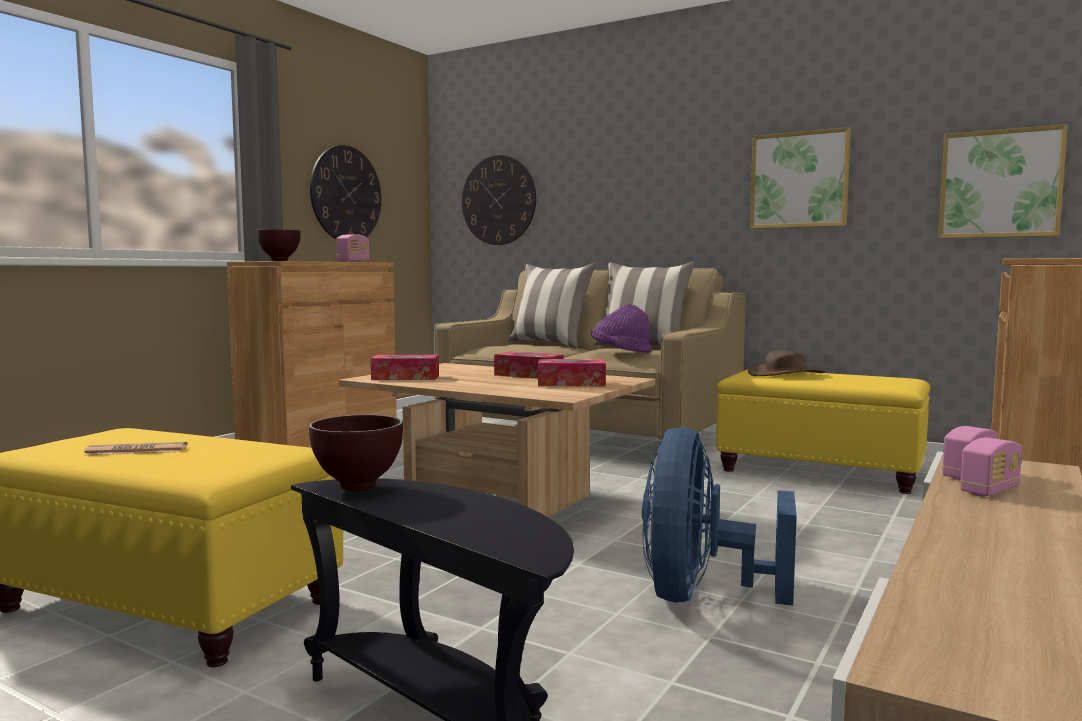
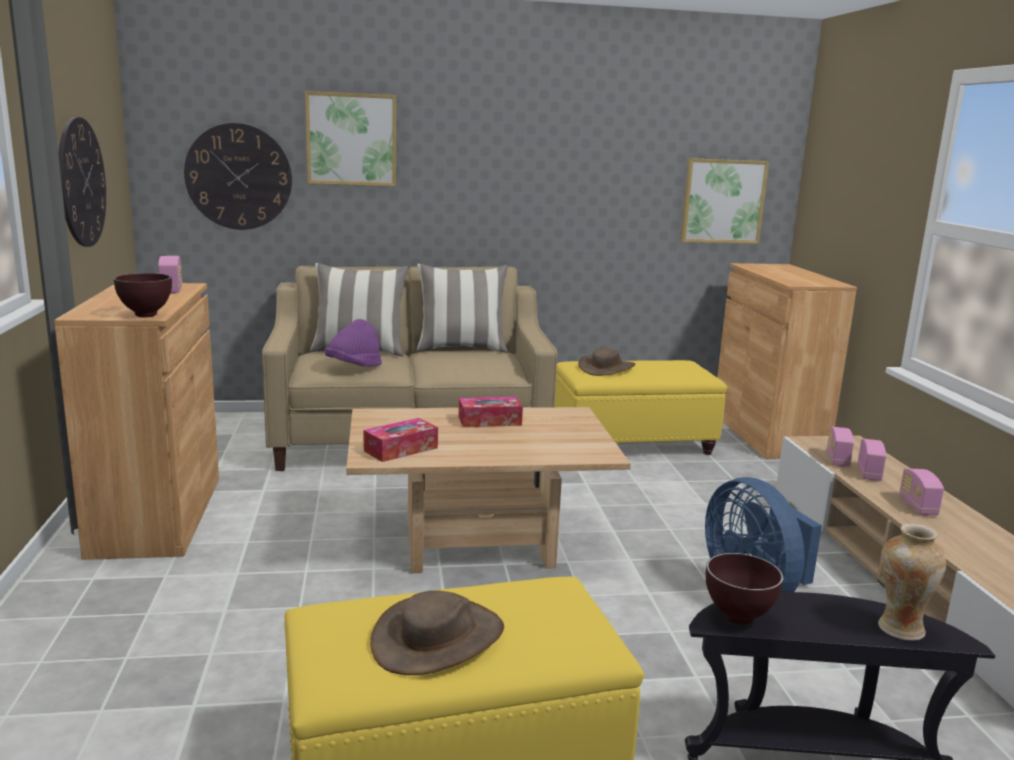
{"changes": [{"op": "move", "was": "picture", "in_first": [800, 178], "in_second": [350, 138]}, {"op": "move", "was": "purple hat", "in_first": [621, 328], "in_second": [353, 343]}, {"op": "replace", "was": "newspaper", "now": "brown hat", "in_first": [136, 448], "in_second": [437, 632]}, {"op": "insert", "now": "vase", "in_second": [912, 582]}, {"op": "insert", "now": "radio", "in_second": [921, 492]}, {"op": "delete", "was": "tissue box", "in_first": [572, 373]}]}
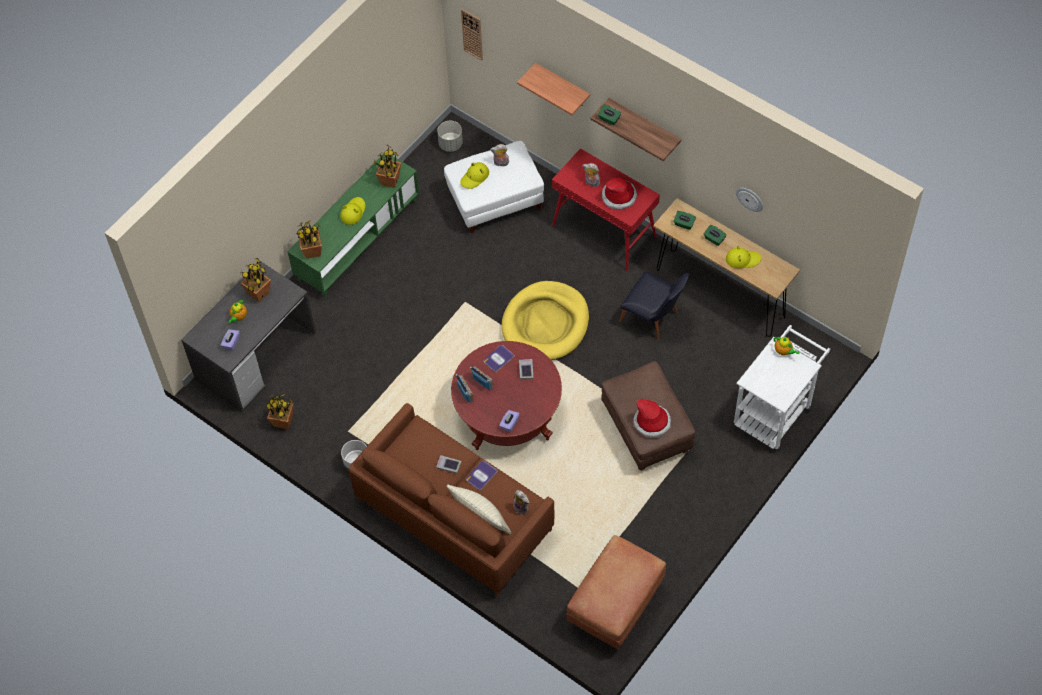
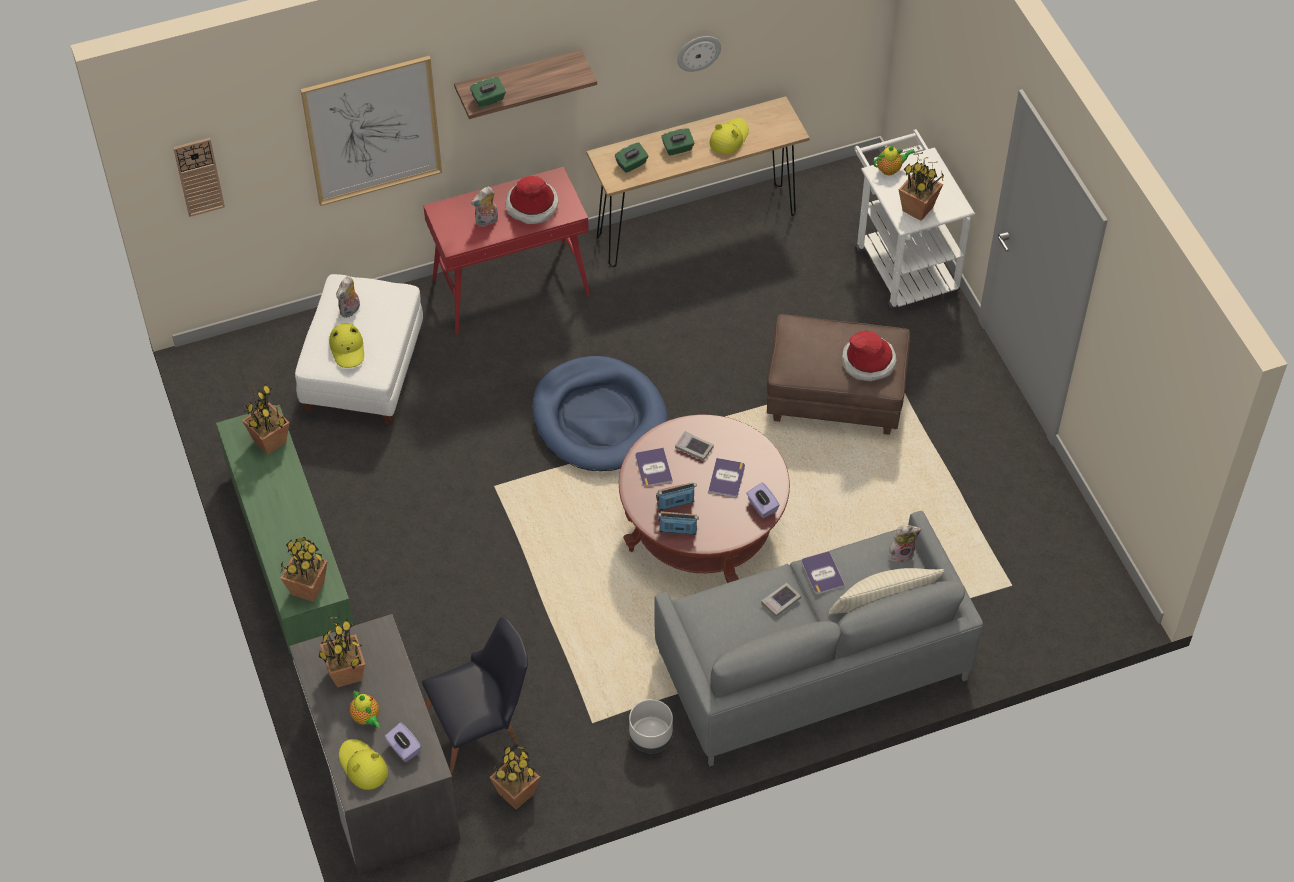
{"changes": [{"op": "replace", "was": "shelf", "now": "picture", "in_first": [553, 89], "in_second": [371, 131]}, {"op": "move", "was": "yellow hat", "in_first": [352, 211], "in_second": [363, 764]}, {"op": "move", "was": "black chair", "in_first": [654, 306], "in_second": [475, 695]}, {"op": "recolor", "was": "yellow dog bed", "now": "blue dog bed", "in_first": [545, 320], "in_second": [600, 413]}, {"op": "recolor", "was": "brown sofa", "now": "grey sofa", "in_first": [451, 500], "in_second": [818, 638]}, {"op": "insert", "now": "book", "in_second": [726, 477]}, {"op": "insert", "now": "potted plant", "in_second": [921, 186]}, {"op": "delete", "was": "grey planter", "in_first": [450, 136]}, {"op": "delete", "was": "brown ottoman", "in_first": [616, 592]}]}
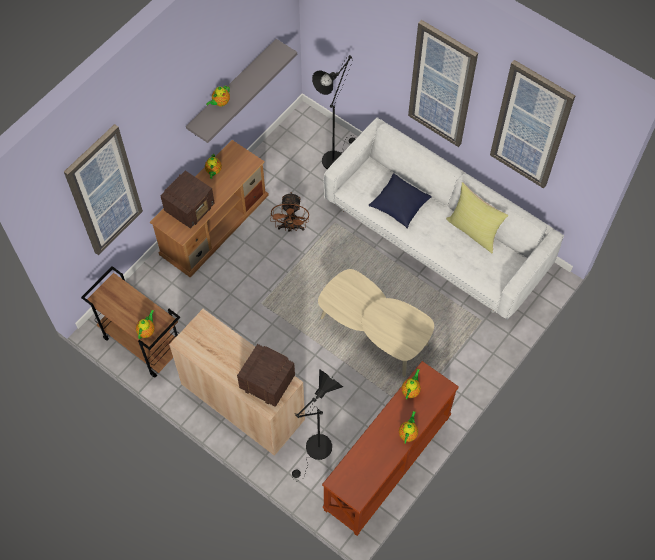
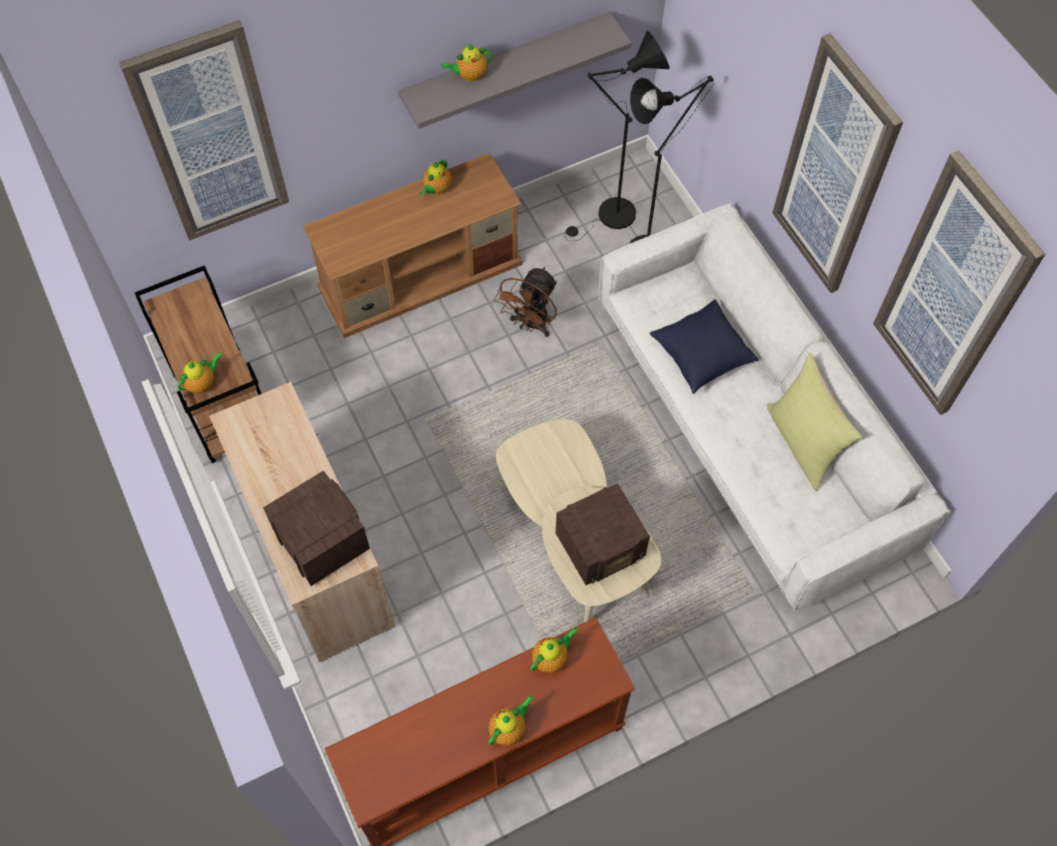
{"changes": [{"op": "move", "was": "radio", "in_first": [188, 199], "in_second": [603, 534]}, {"op": "move", "was": "black floor lamp", "in_first": [317, 425], "in_second": [617, 135]}]}
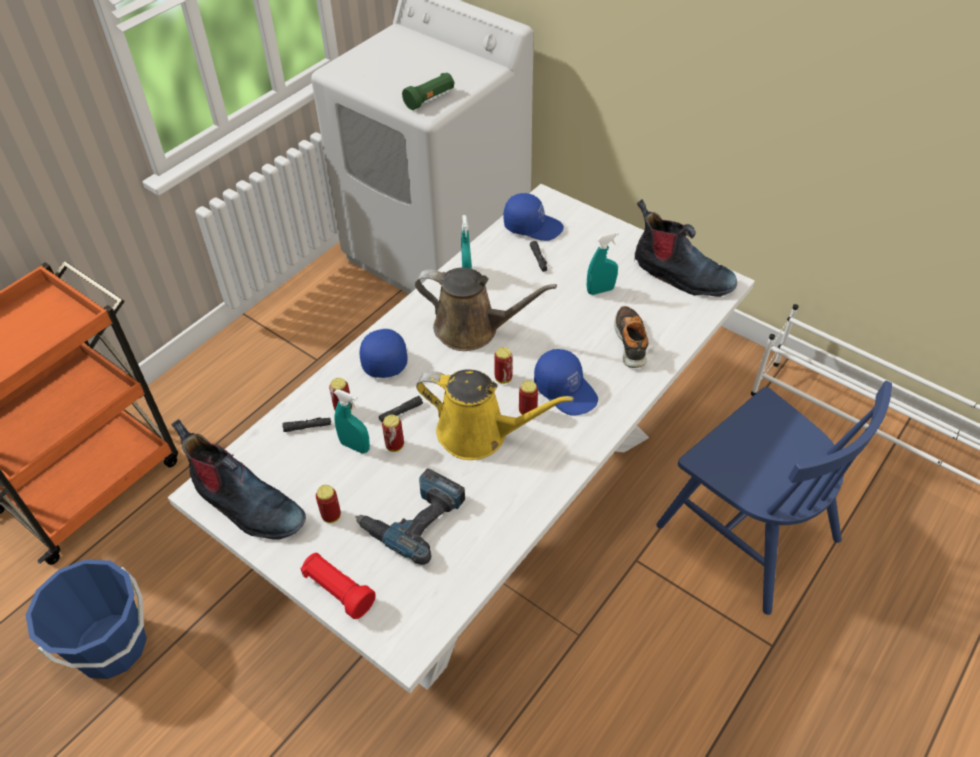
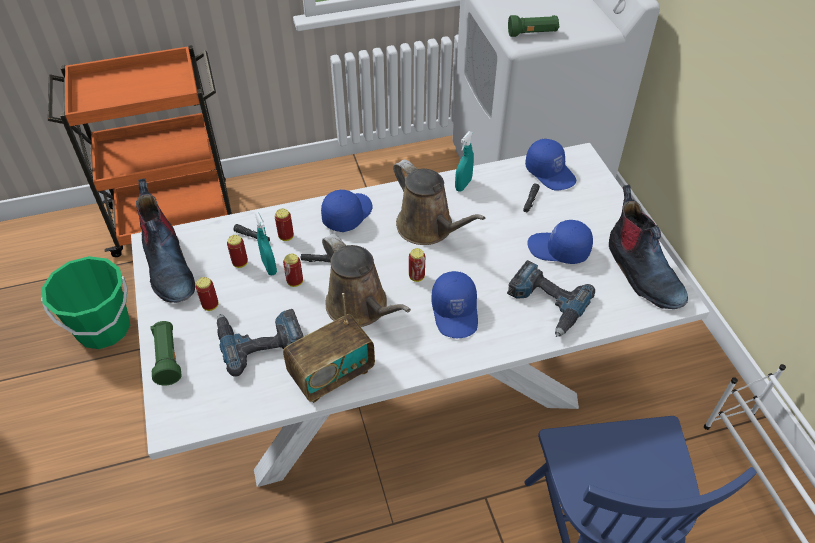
{"changes": [{"op": "recolor", "was": "blue bucket", "now": "green bucket", "in_first": [86, 619], "in_second": [85, 302]}, {"op": "recolor", "was": "red flashlight", "now": "green flashlight", "in_first": [338, 586], "in_second": [165, 353]}, {"op": "move", "was": "can", "in_first": [528, 397], "in_second": [237, 251]}, {"op": "insert", "now": "radio", "in_second": [329, 348]}, {"op": "recolor", "was": "yellow watering can", "now": "brown watering can", "in_first": [494, 414], "in_second": [366, 280]}, {"op": "replace", "was": "shoe", "now": "power drill", "in_first": [631, 337], "in_second": [551, 298]}, {"op": "replace", "was": "turquoise spray bottle", "now": "blue cap", "in_first": [603, 263], "in_second": [560, 242]}]}
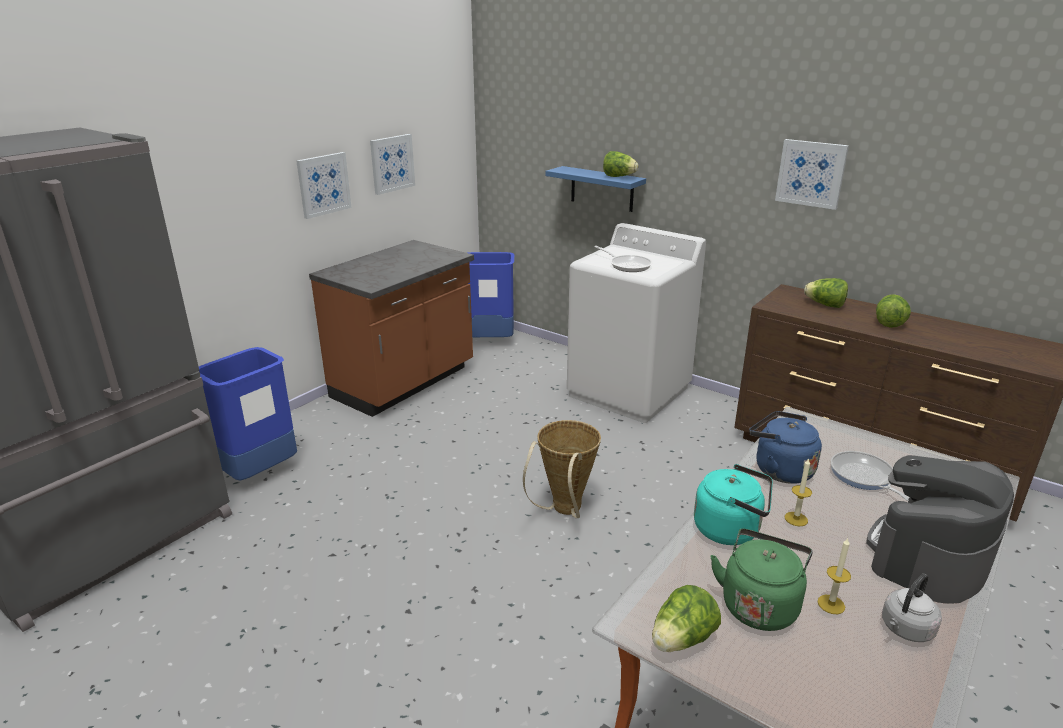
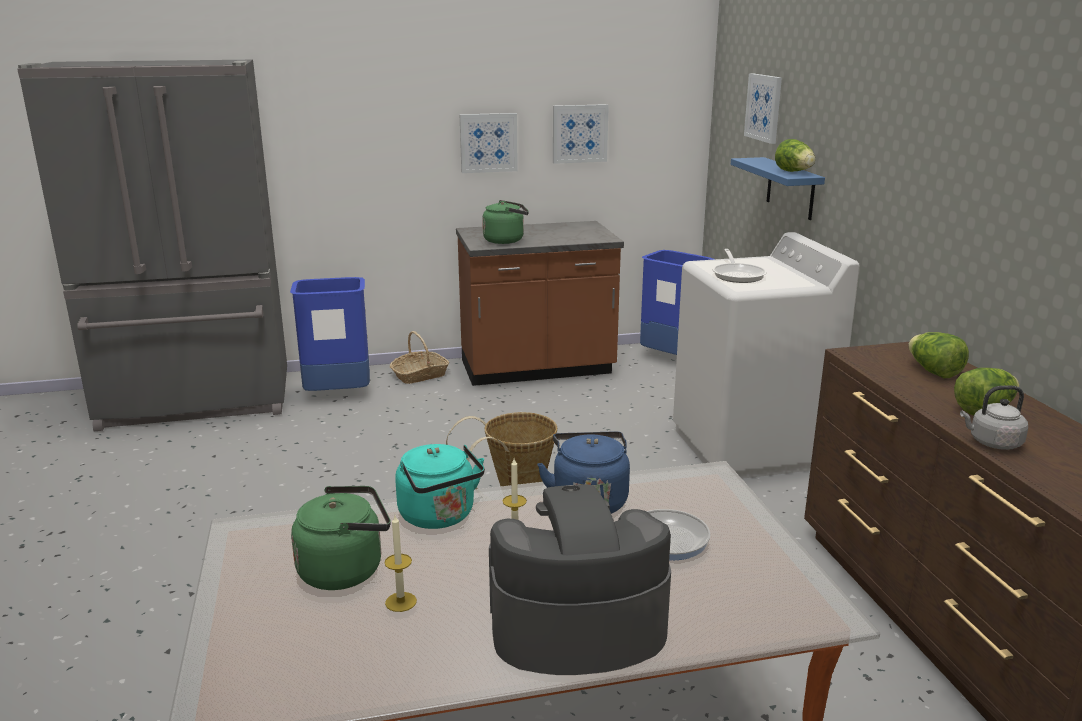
{"changes": [{"op": "insert", "now": "basket", "in_second": [419, 357]}, {"op": "insert", "now": "green kettle", "in_second": [505, 222]}, {"op": "move", "was": "picture", "in_first": [812, 174], "in_second": [763, 108]}, {"op": "move", "was": "grey kettle", "in_first": [912, 608], "in_second": [994, 417]}, {"op": "delete", "was": "lettuce", "in_first": [686, 618]}]}
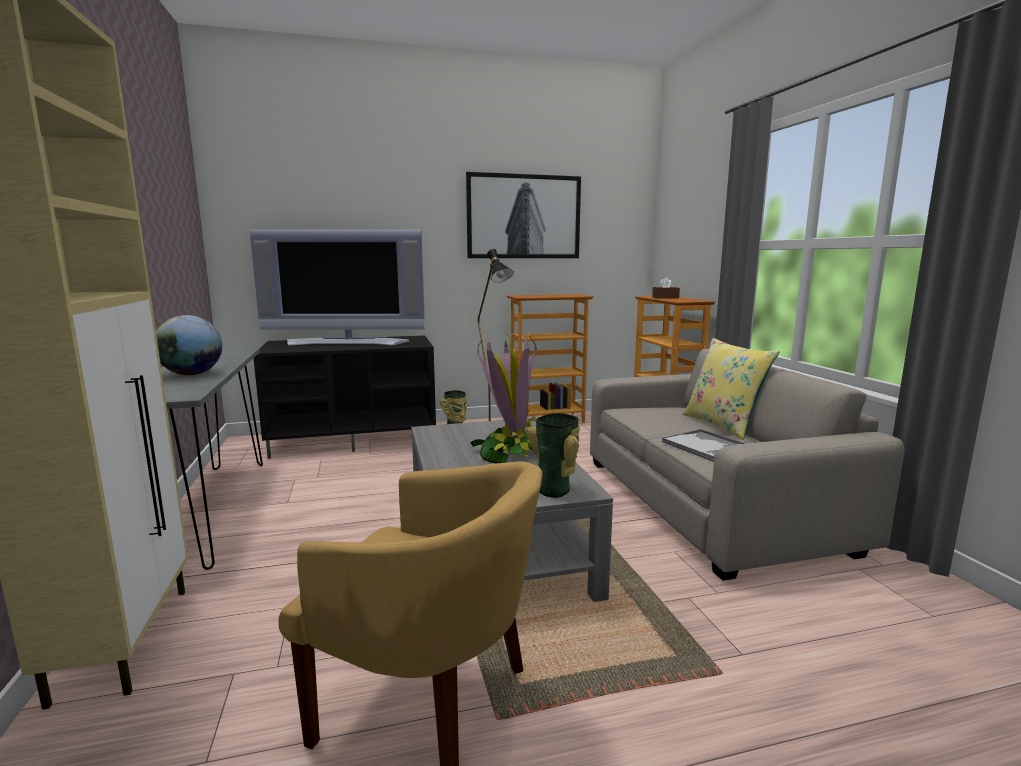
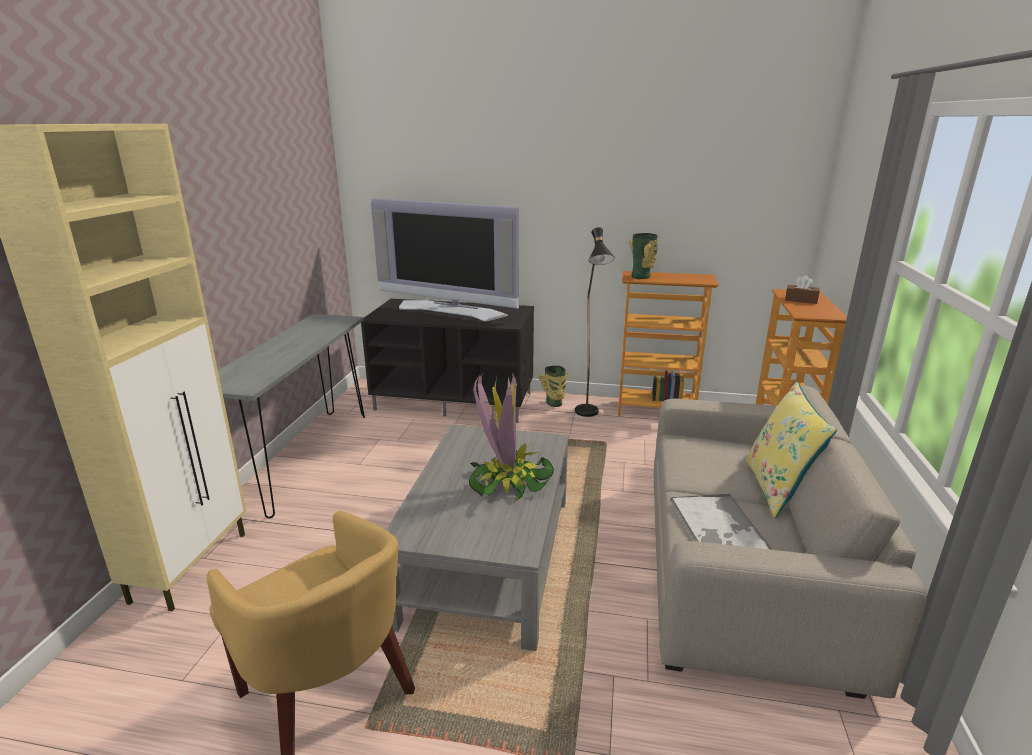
{"changes": [{"op": "move", "was": "vase", "in_first": [553, 455], "in_second": [643, 256]}, {"op": "delete", "was": "globe", "in_first": [189, 345]}, {"op": "delete", "was": "picture", "in_first": [523, 215]}]}
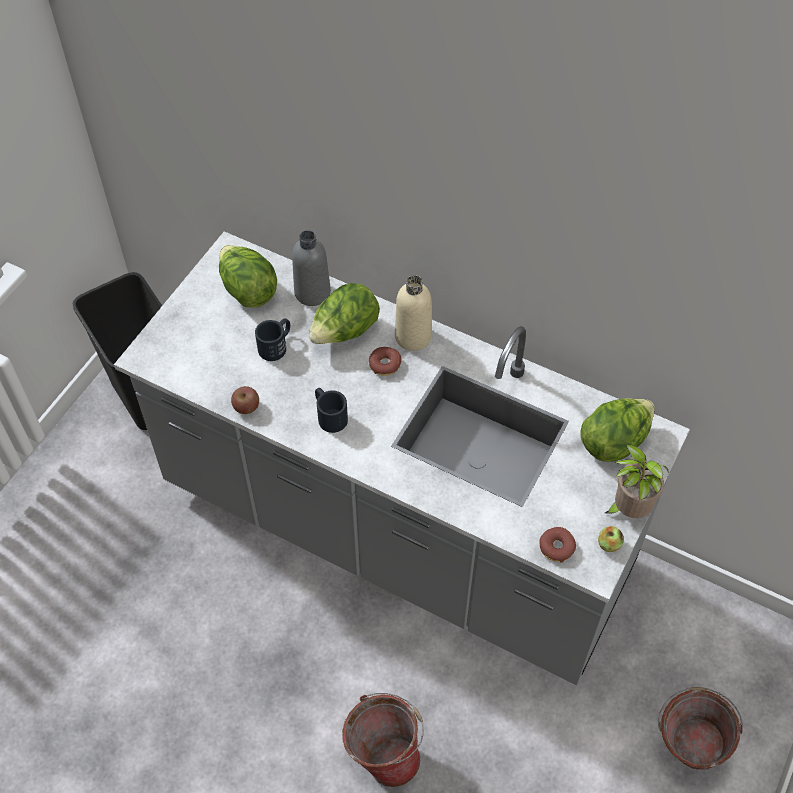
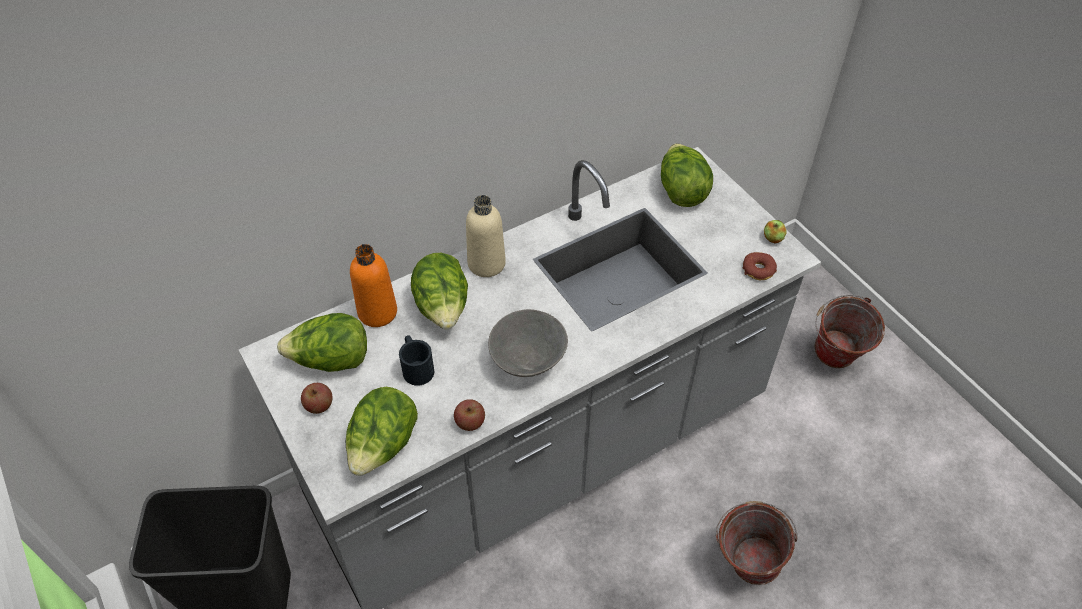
{"changes": [{"op": "insert", "now": "apple", "in_second": [317, 398]}, {"op": "insert", "now": "lettuce", "in_second": [382, 431]}, {"op": "recolor", "was": "grey bottle", "now": "orange bottle", "in_first": [311, 268], "in_second": [373, 285]}, {"op": "replace", "was": "black mug", "now": "grey bowl", "in_first": [331, 410], "in_second": [528, 343]}, {"op": "delete", "was": "donut", "in_first": [385, 361]}, {"op": "delete", "was": "potted plant", "in_first": [637, 481]}]}
